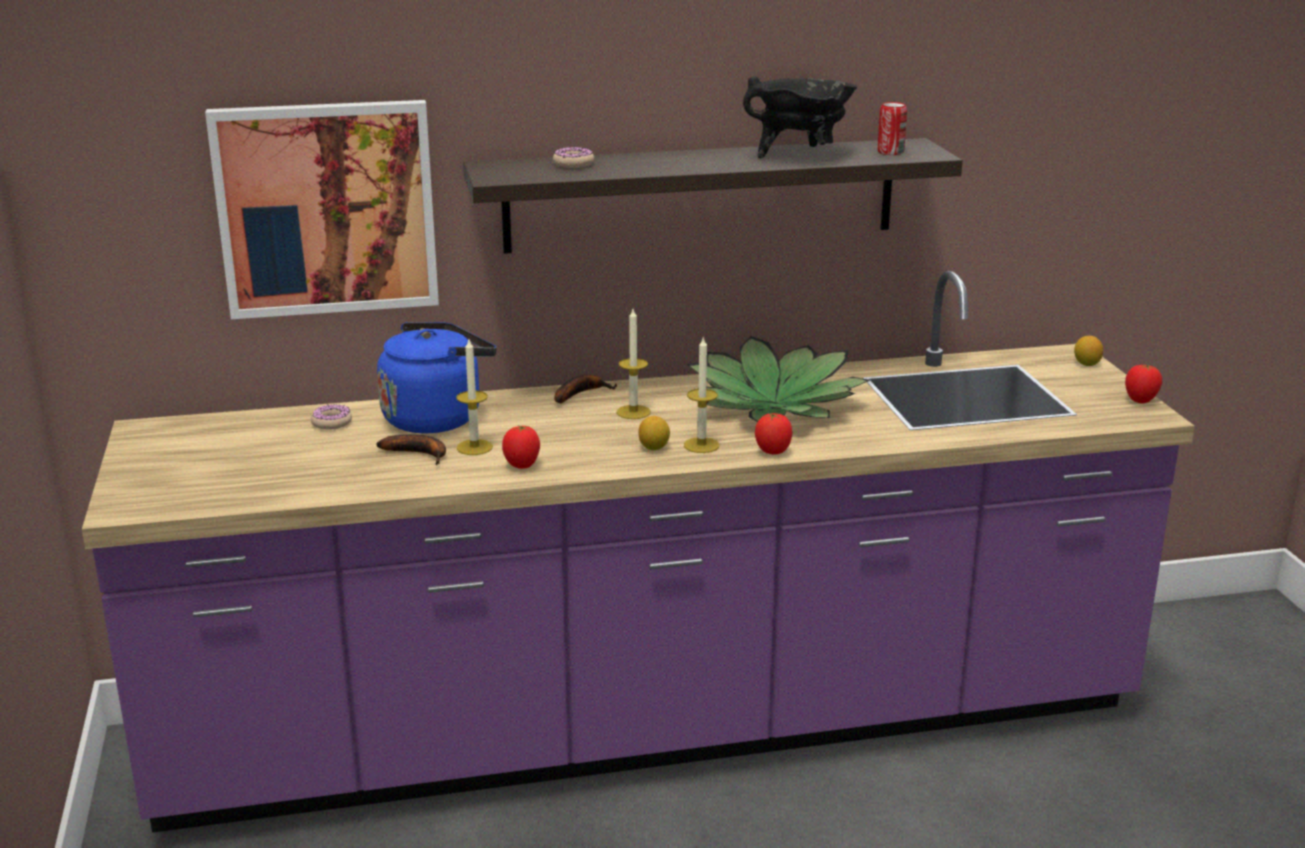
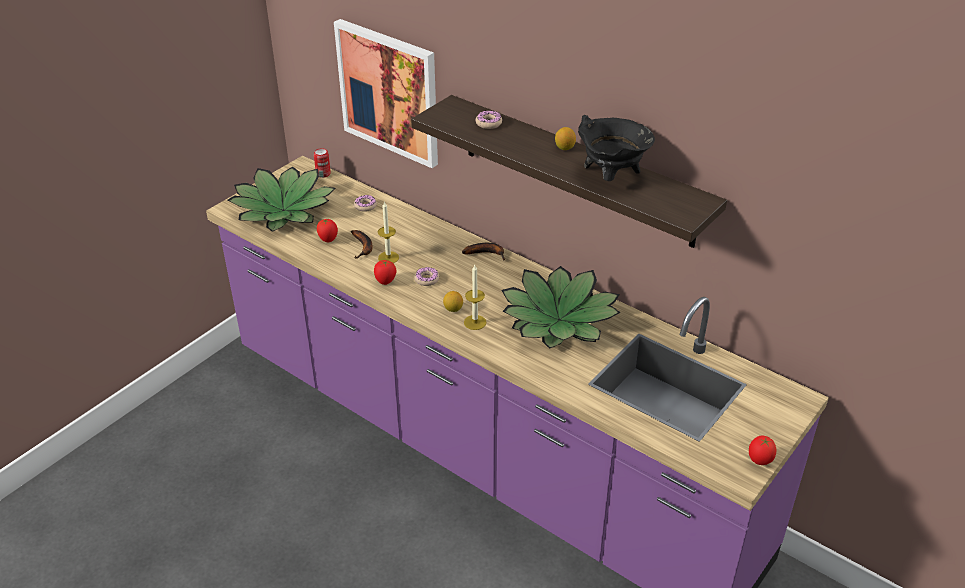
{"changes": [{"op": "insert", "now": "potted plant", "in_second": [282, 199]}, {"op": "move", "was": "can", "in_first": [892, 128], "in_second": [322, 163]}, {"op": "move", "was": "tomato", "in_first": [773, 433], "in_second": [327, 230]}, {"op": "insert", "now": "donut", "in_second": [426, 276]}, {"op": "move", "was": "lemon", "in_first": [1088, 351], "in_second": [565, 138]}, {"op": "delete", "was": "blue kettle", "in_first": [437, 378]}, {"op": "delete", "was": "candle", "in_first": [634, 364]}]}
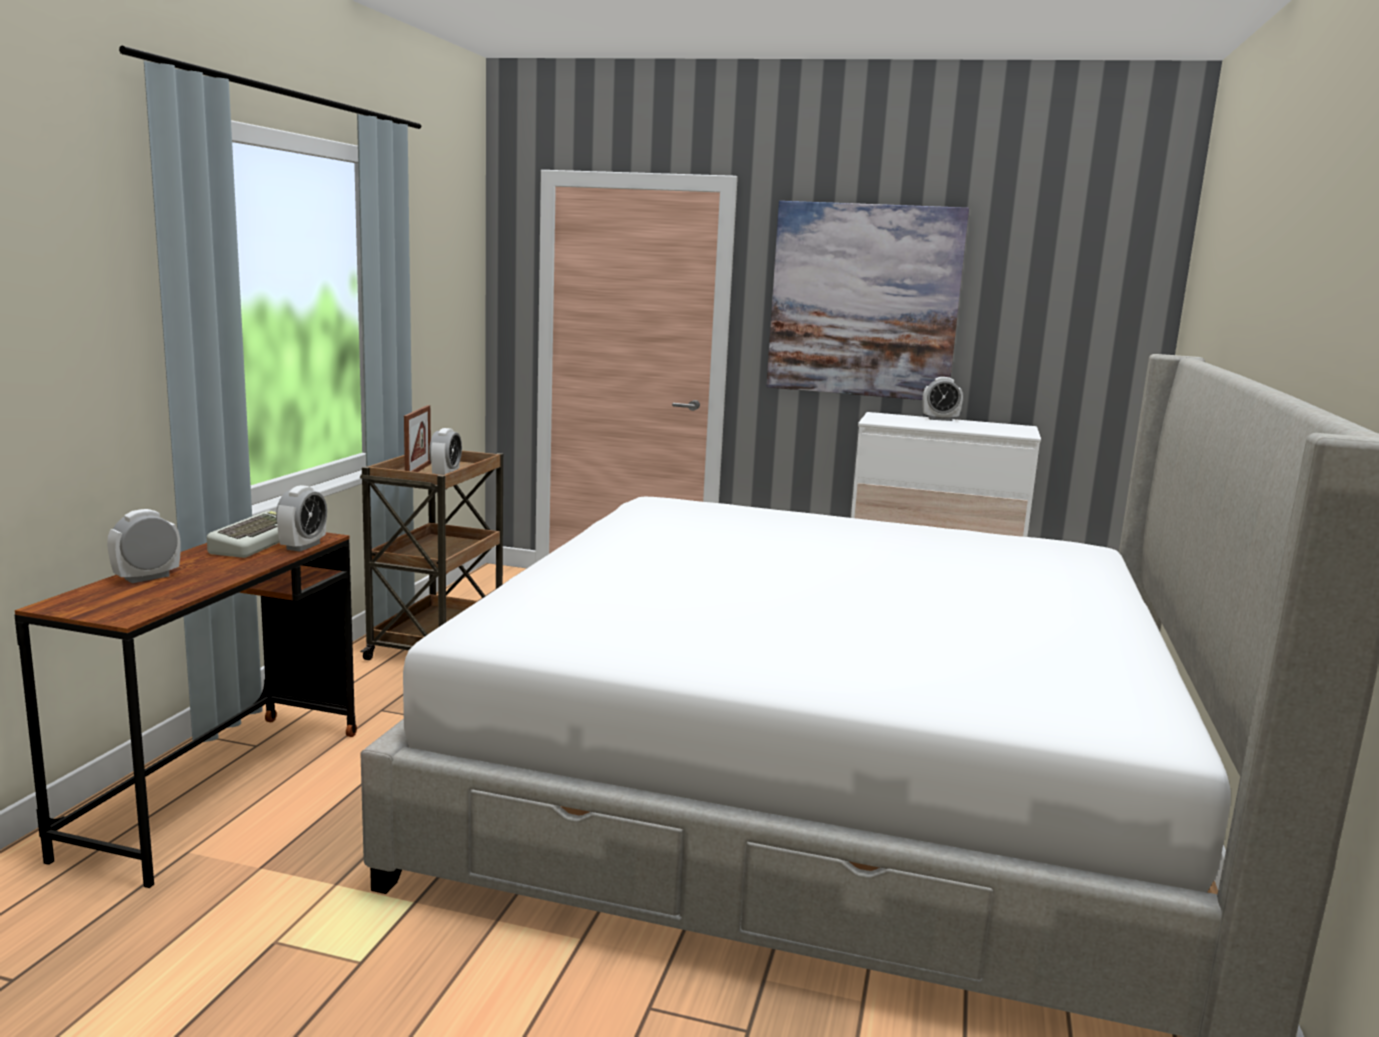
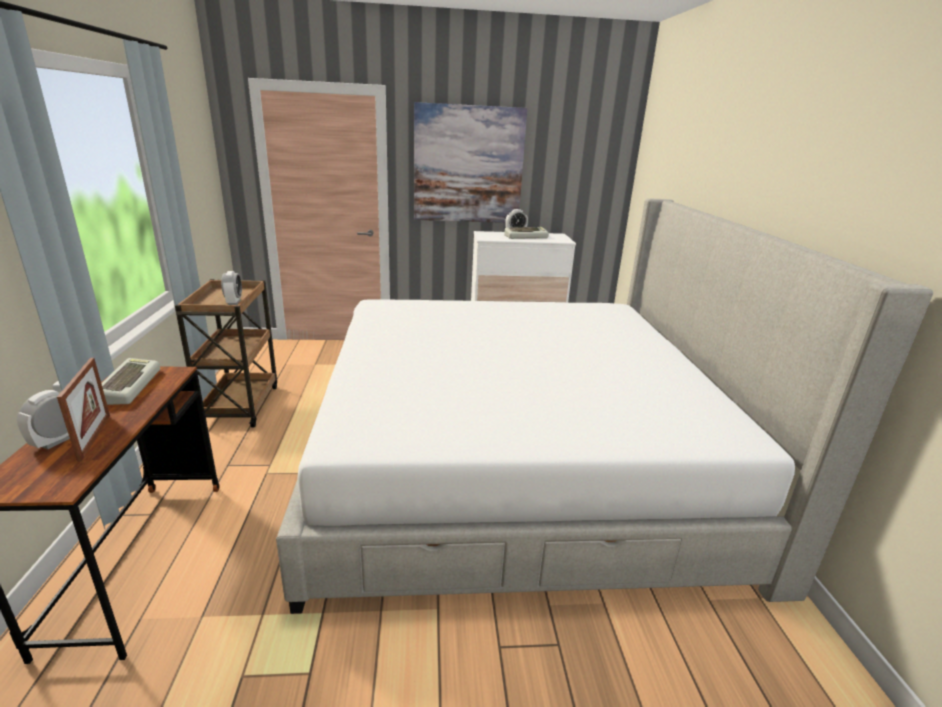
{"changes": [{"op": "move", "was": "picture frame", "in_first": [417, 438], "in_second": [83, 410]}, {"op": "insert", "now": "keyboard", "in_second": [526, 233]}, {"op": "delete", "was": "alarm clock", "in_first": [301, 518]}]}
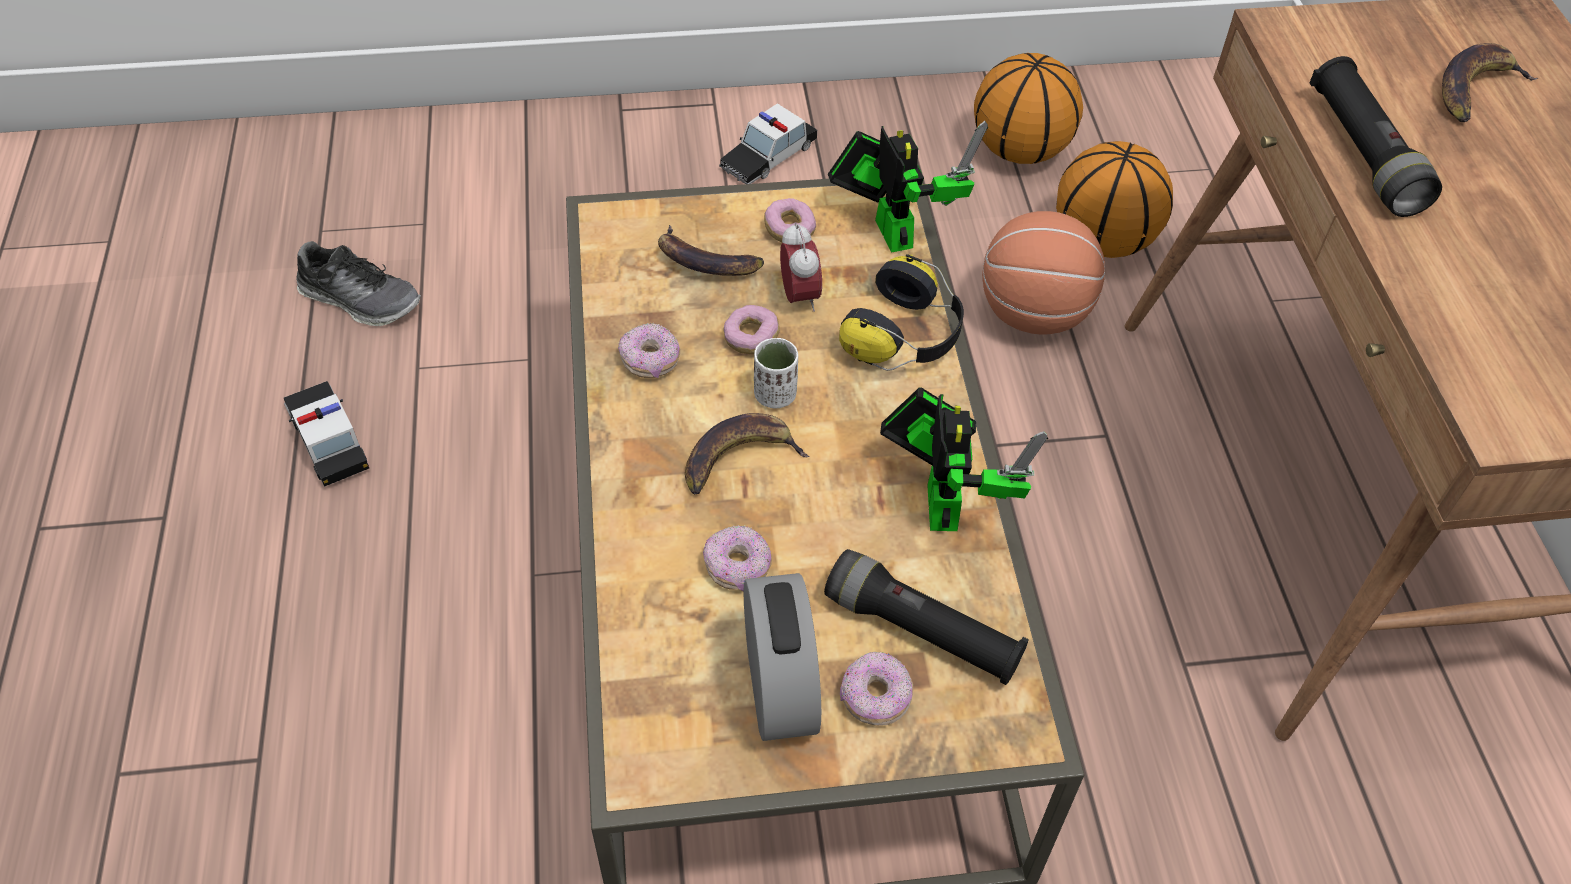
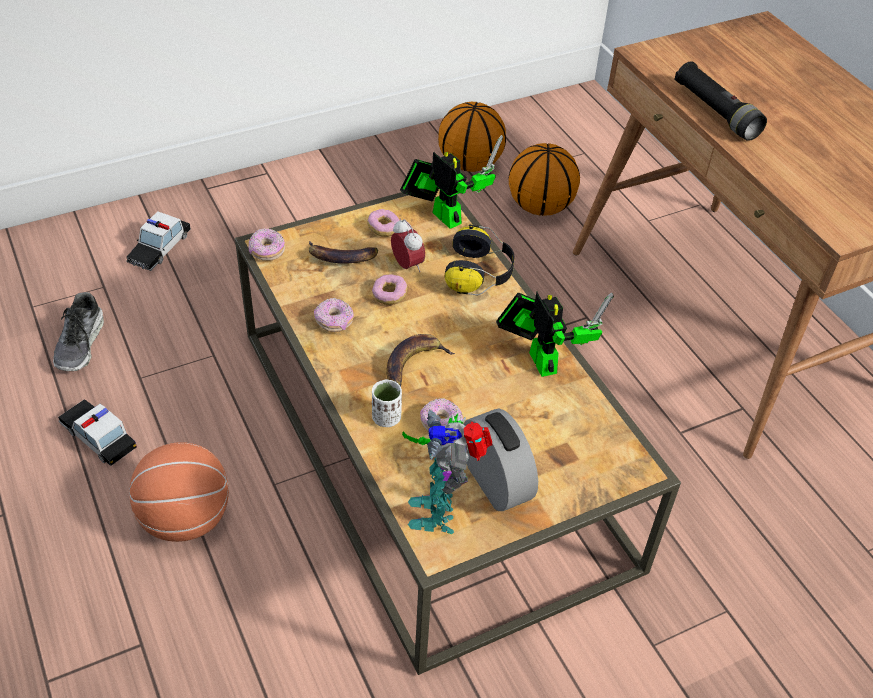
{"changes": [{"op": "rotate", "was": "shoe", "in_first": [358, 283], "in_second": [78, 331], "clockwise": 90}, {"op": "move", "was": "toy car", "in_first": [768, 143], "in_second": [159, 241]}, {"op": "move", "was": "basketball", "in_first": [1043, 272], "in_second": [179, 492]}, {"op": "move", "was": "donut", "in_first": [876, 689], "in_second": [267, 244]}, {"op": "move", "was": "white cup", "in_first": [776, 373], "in_second": [387, 403]}, {"op": "insert", "now": "toy robot", "in_second": [447, 471]}, {"op": "delete", "was": "black flashlight", "in_first": [926, 617]}, {"op": "delete", "was": "banana", "in_first": [1490, 82]}]}
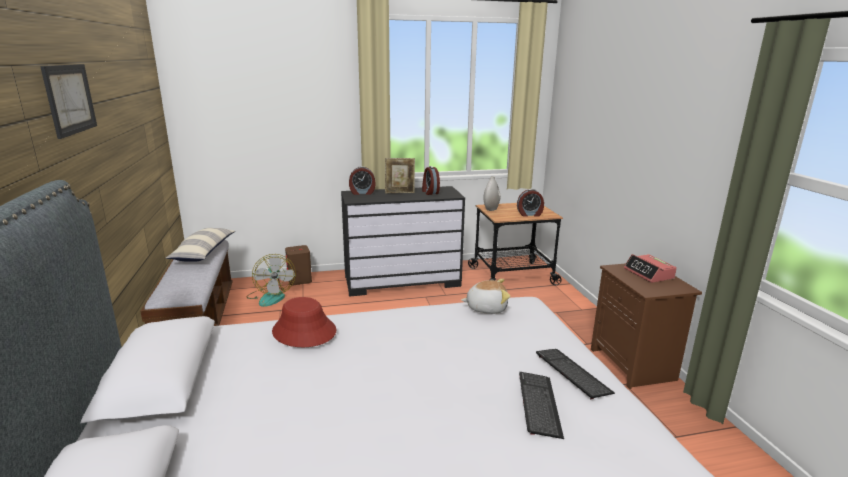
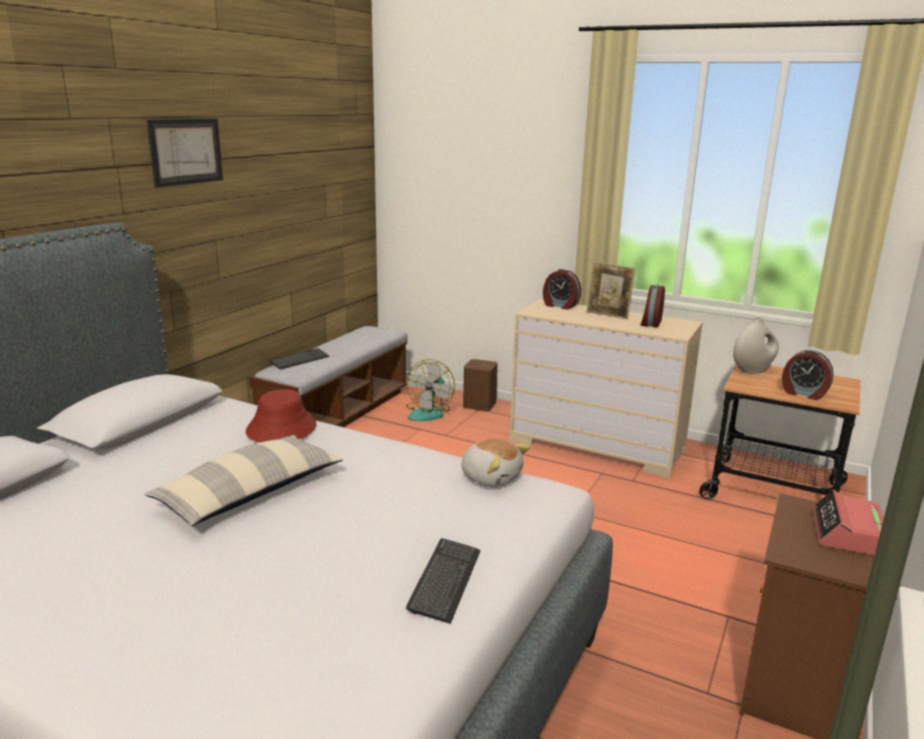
{"changes": [{"op": "move", "was": "pillow", "in_first": [200, 245], "in_second": [243, 480]}, {"op": "move", "was": "keyboard", "in_first": [541, 405], "in_second": [299, 359]}, {"op": "recolor", "was": "black dresser", "now": "beige dresser", "in_first": [403, 241], "in_second": [606, 388]}]}
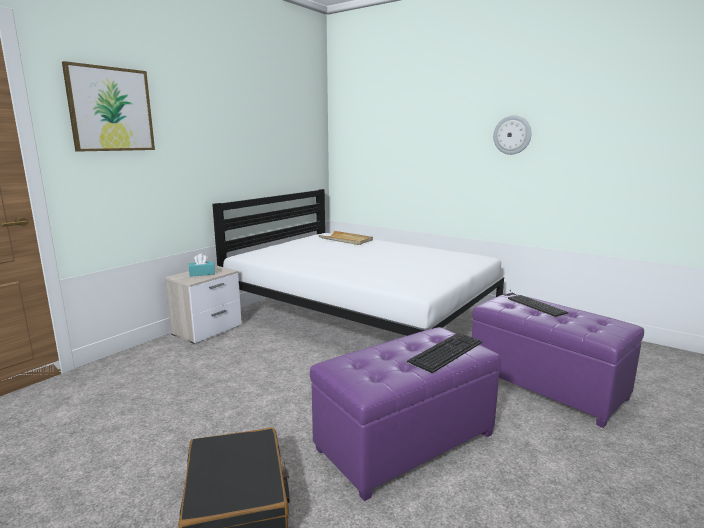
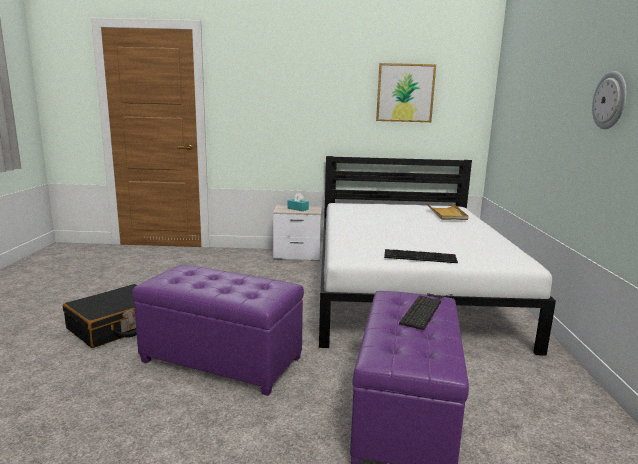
{"changes": [{"op": "move", "was": "picture", "in_first": [108, 106], "in_second": [406, 92]}, {"op": "move", "was": "keyboard", "in_first": [444, 353], "in_second": [421, 256]}]}
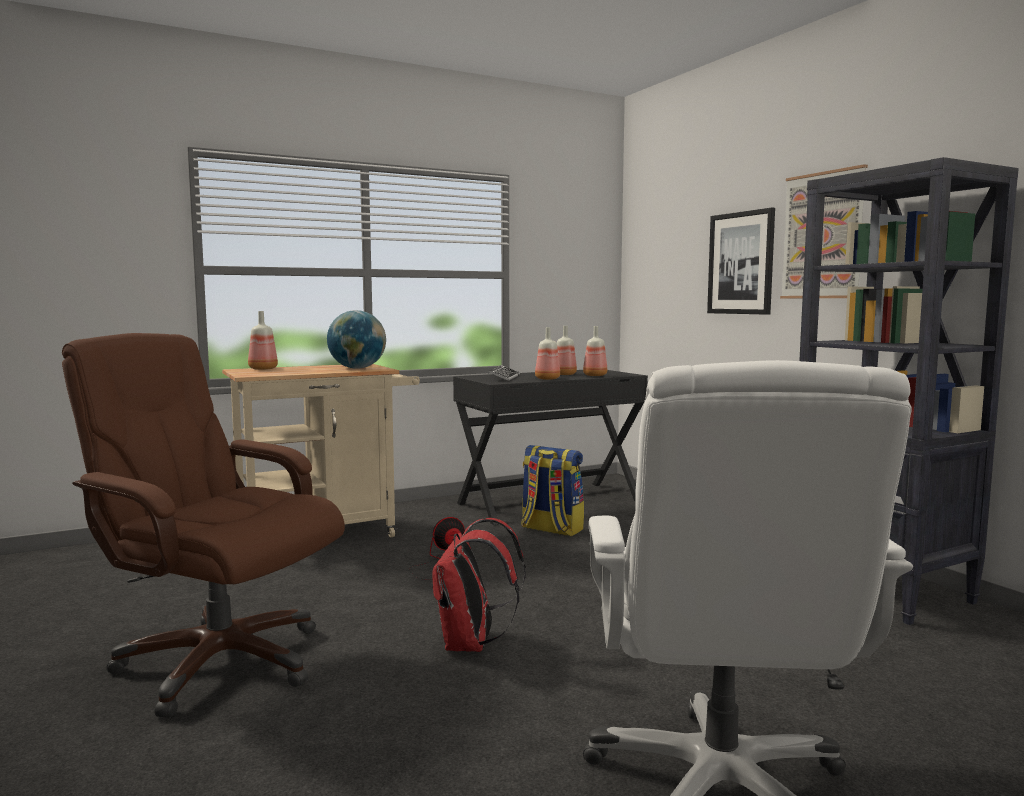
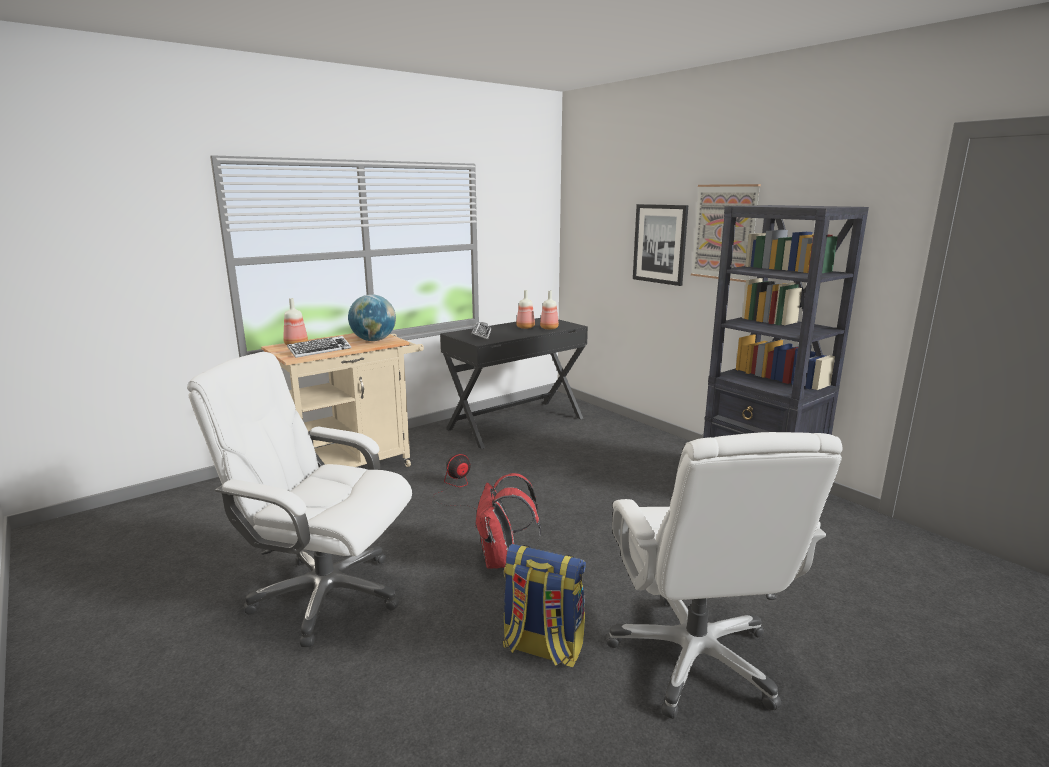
{"changes": [{"op": "recolor", "was": "brown office chair", "now": "white office chair", "in_first": [203, 525], "in_second": [299, 499]}, {"op": "insert", "now": "keyboard", "in_second": [319, 347]}, {"op": "move", "was": "backpack", "in_first": [552, 490], "in_second": [544, 605]}, {"op": "delete", "was": "bottle", "in_first": [547, 353]}]}
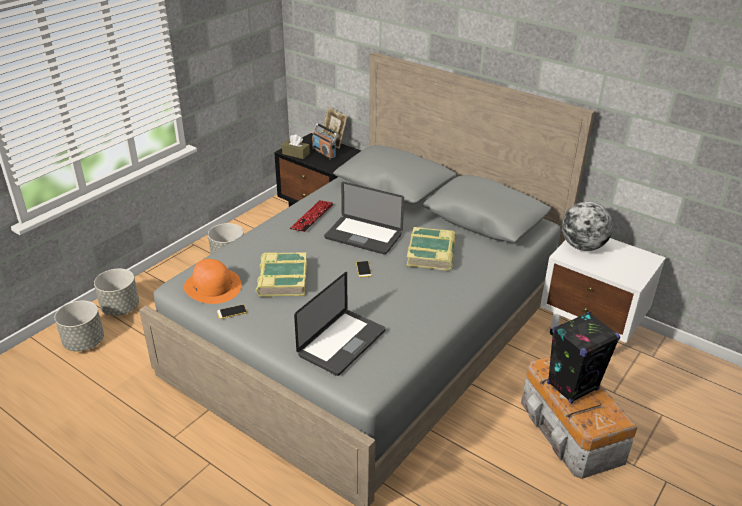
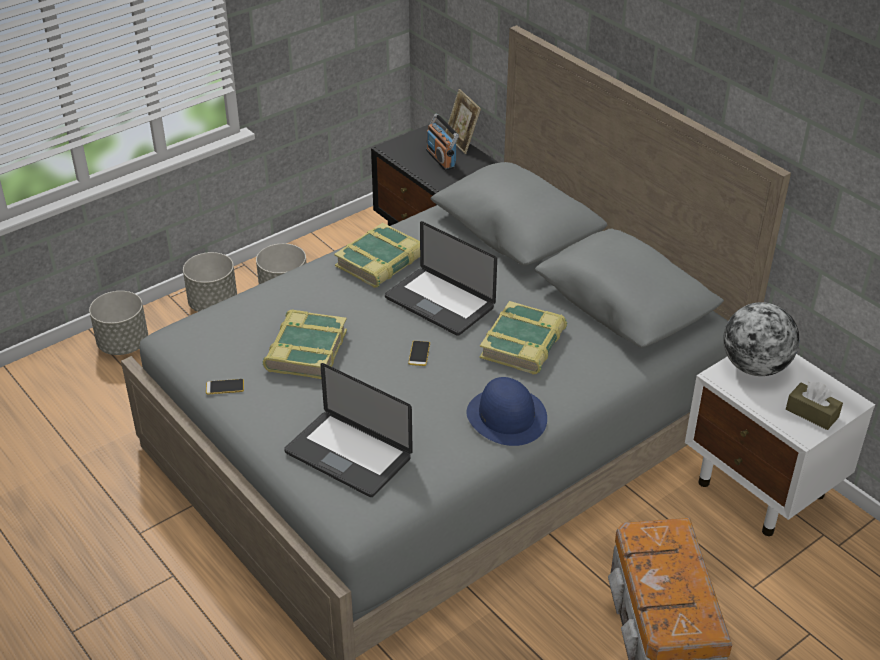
{"changes": [{"op": "move", "was": "grey planter", "in_first": [79, 326], "in_second": [210, 282]}, {"op": "rotate", "was": "laptop", "in_first": [340, 324], "in_second": [348, 430], "clockwise": 75}, {"op": "replace", "was": "keyboard", "now": "book", "in_first": [311, 216], "in_second": [377, 255]}, {"op": "insert", "now": "blue hat", "in_second": [506, 411]}, {"op": "move", "was": "brown tissue box", "in_first": [296, 146], "in_second": [814, 406]}, {"op": "delete", "was": "orange hat", "in_first": [212, 281]}, {"op": "delete", "was": "black speaker", "in_first": [583, 358]}]}
